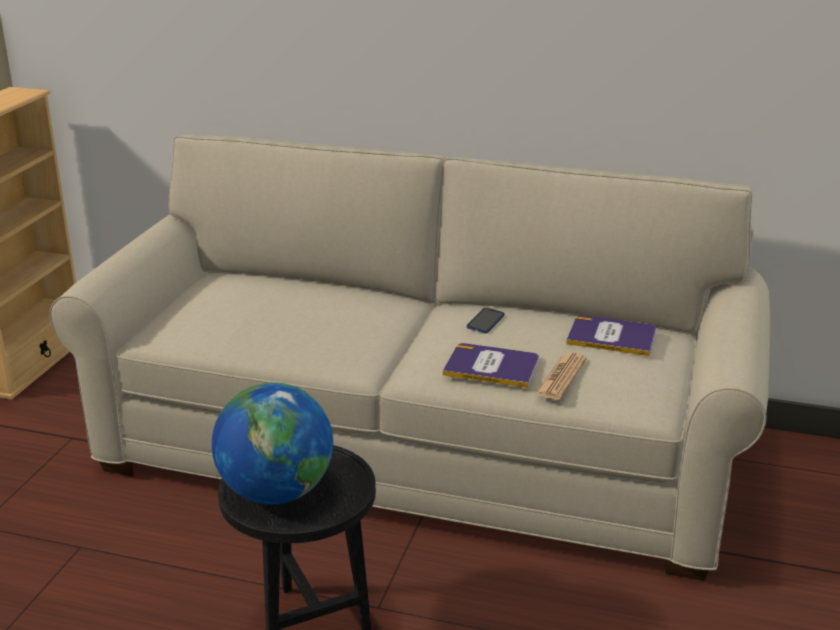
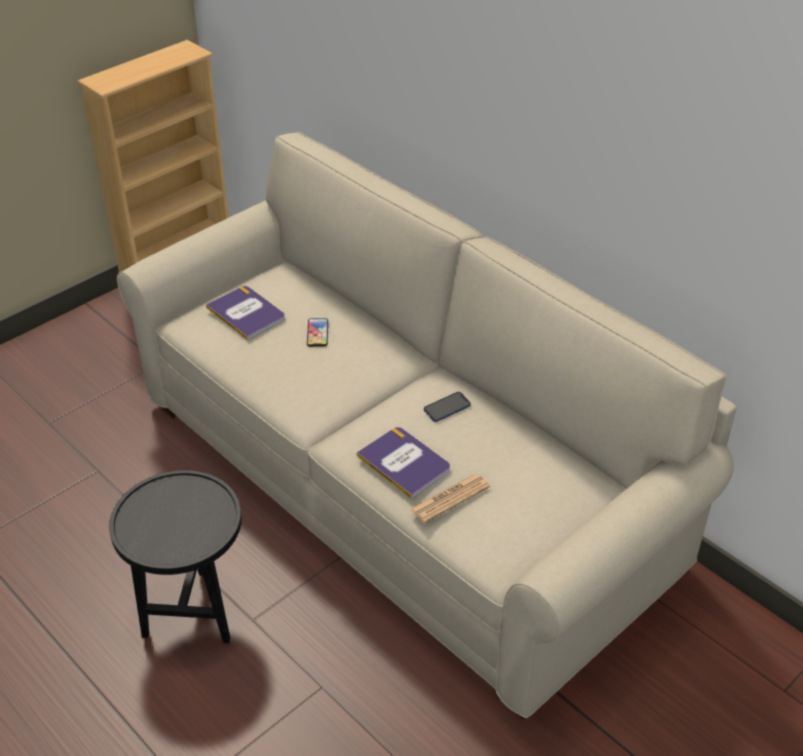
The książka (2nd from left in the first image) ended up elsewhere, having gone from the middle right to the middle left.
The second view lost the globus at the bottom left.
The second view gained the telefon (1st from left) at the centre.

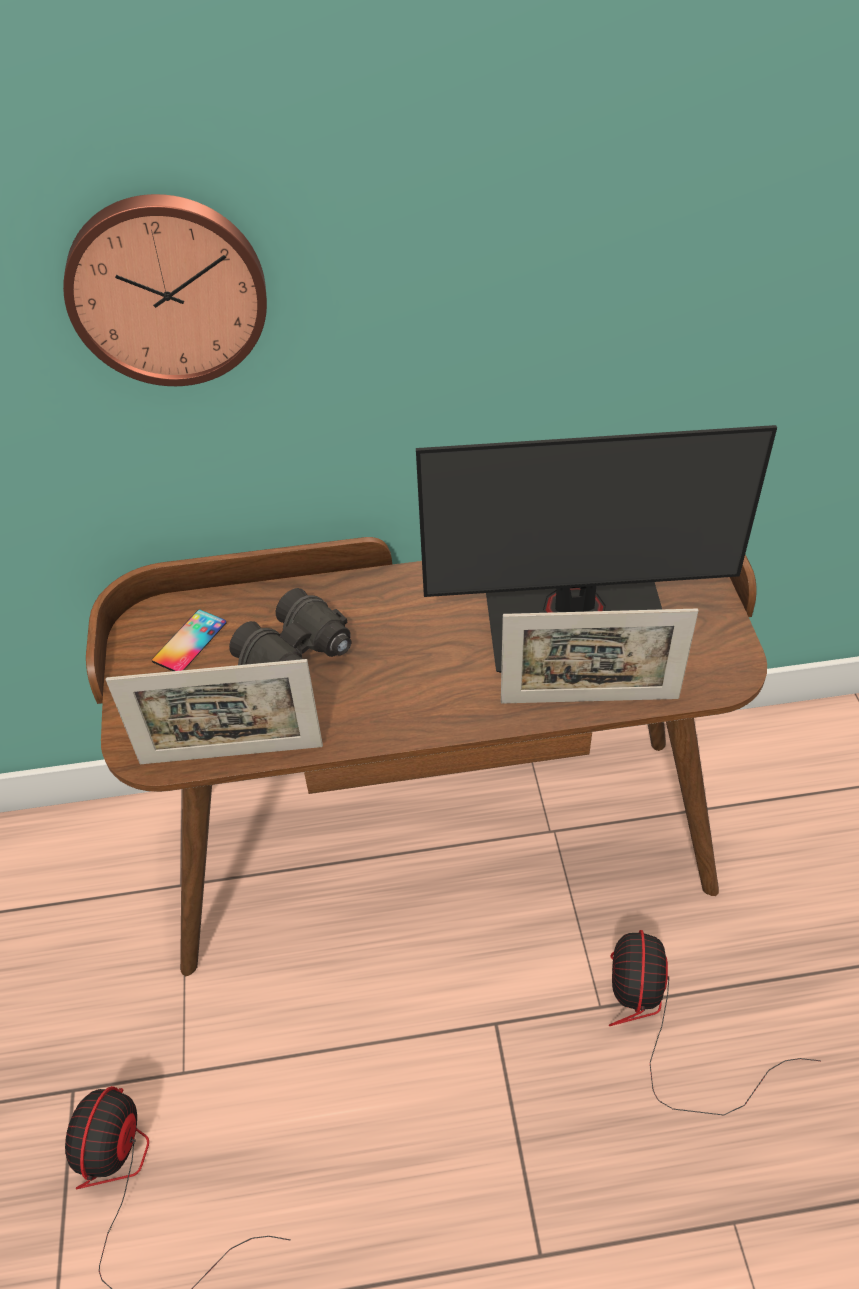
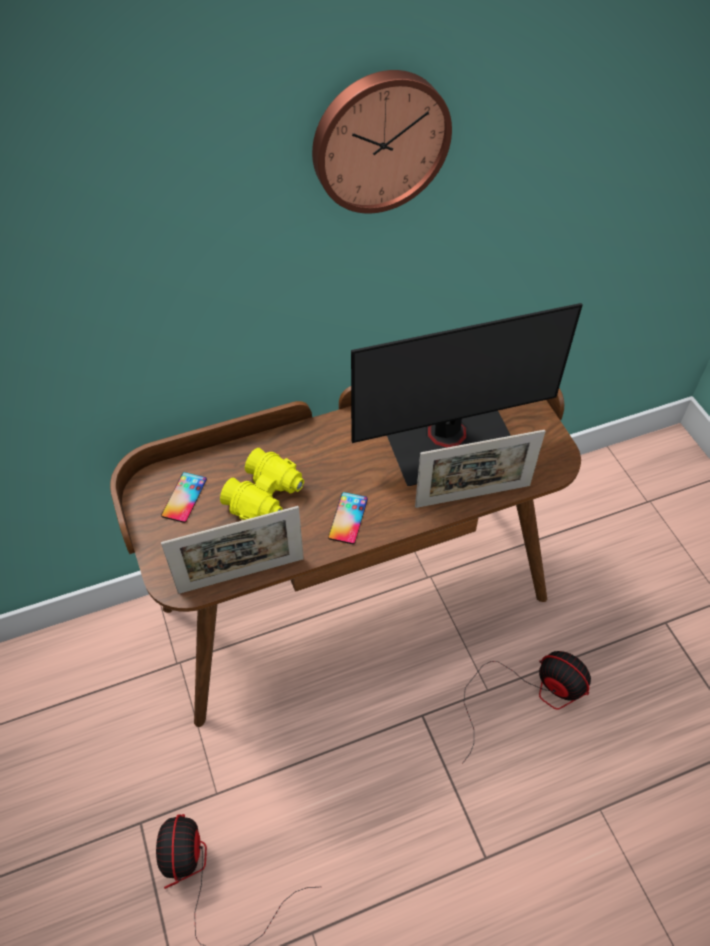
The zegar ścienny ended up elsewhere, having gone from the top left to the top centre.
What was the lornetka (czarny) at the centre turned into the lornetka (żółty) at the centre.
The wentylator (2nd from left) at the bottom right ended up facing another way, 135 degrees clockwise from before.
The second view gained the telefon (2nd from left) at the centre.

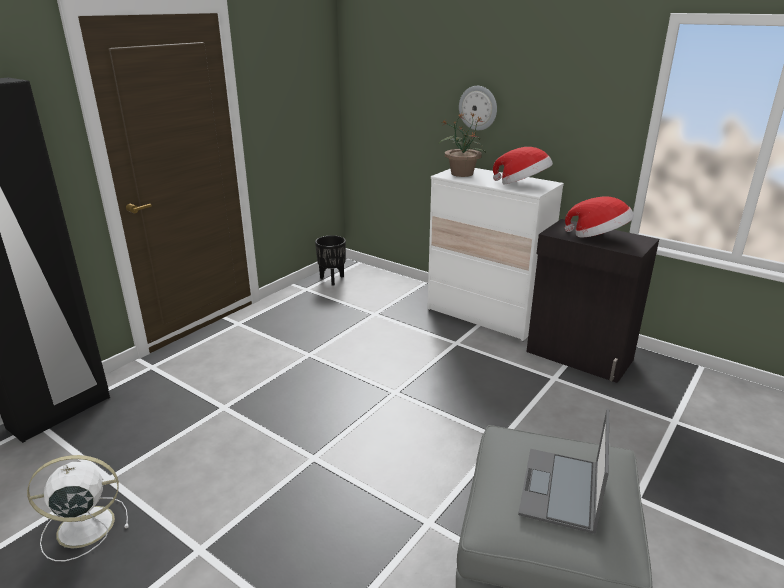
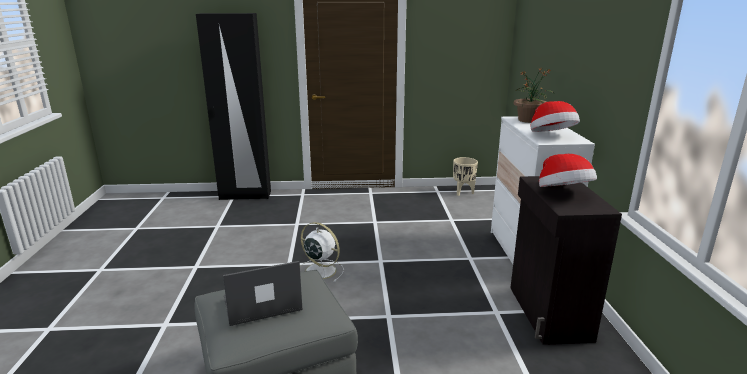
The second view lost the zegar ścienny at the top centre.
What was the donica (czarny) at the centre turned into the donica (beżowy) at the centre.
The wentylator (biały) ended up elsewhere, having gone from the bottom left to the bottom centre.

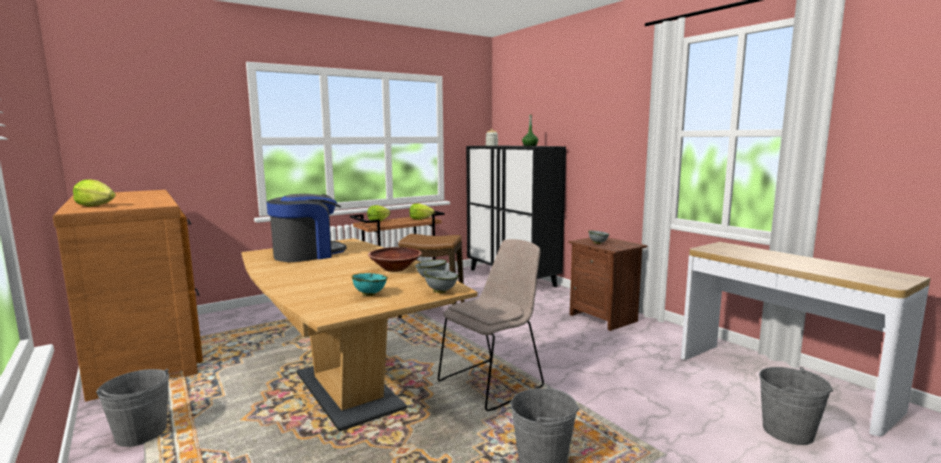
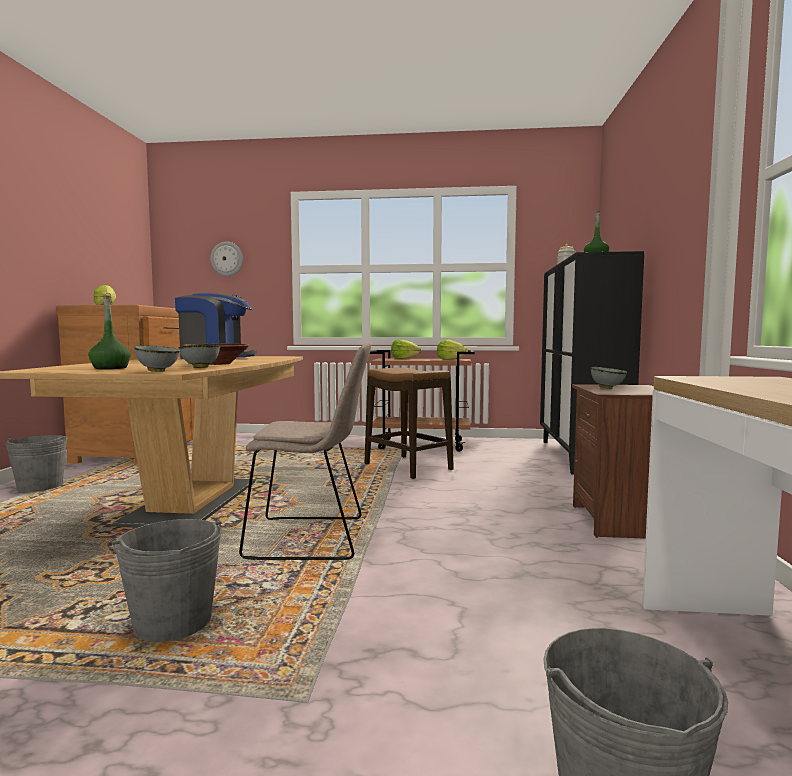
Where the miska (turkusowy) stood at the centre, the butelka (zielony) (1st from left) came to stand at the middle left.
The second view gained the zegar ścienny at the top left.

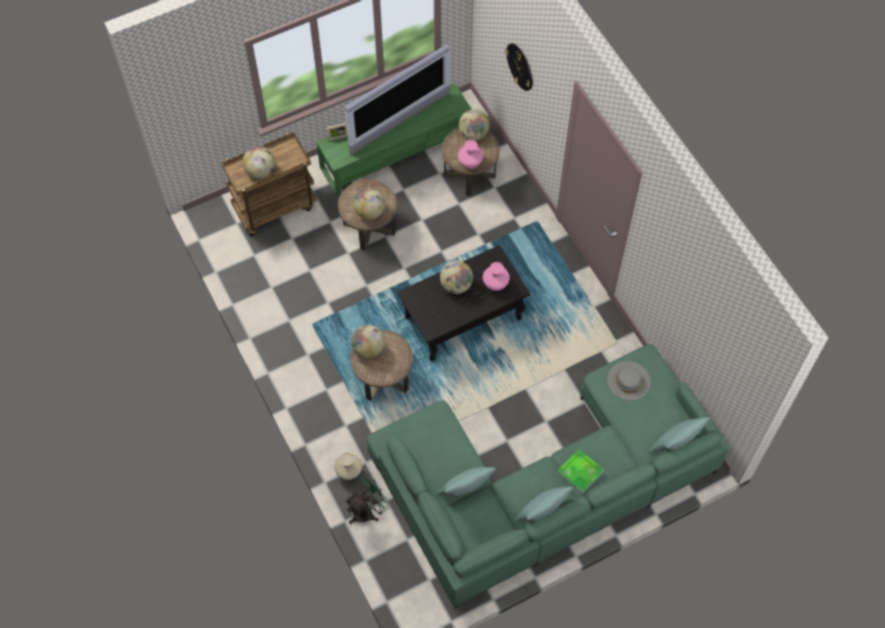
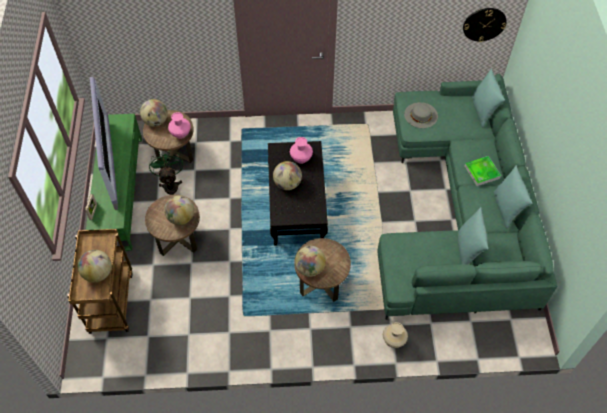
The zegar ścienny ended up elsewhere, having gone from the top centre to the top right.
The wentylator (zielony) ended up elsewhere, having gone from the bottom centre to the middle left.

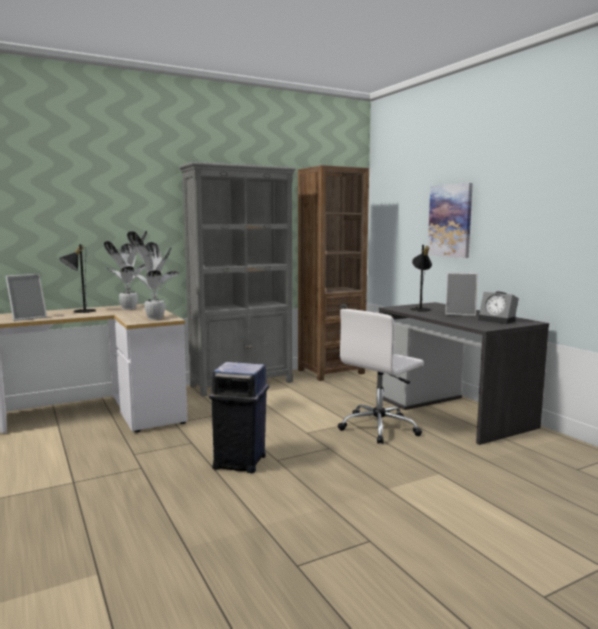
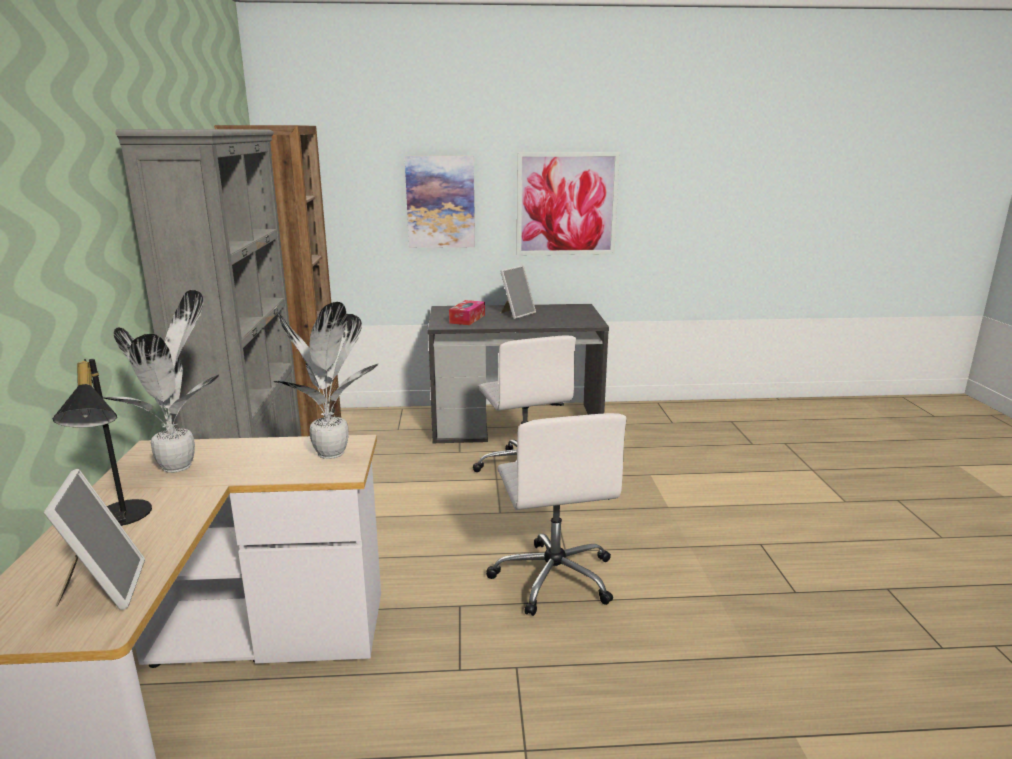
Where the lampa stołowa (czarny) (2nd from left) stood at the middle right, the pudełko chusteczek came to stand at the centre.
The second view lost the budzik at the middle right.
Where the kosz na śmieci (niebieski) stood at the centre, the krzesło biurowe (biały) (2nd from left) came to stand at the bottom centre.
The second view gained the obraz (2nd from left) at the top centre.

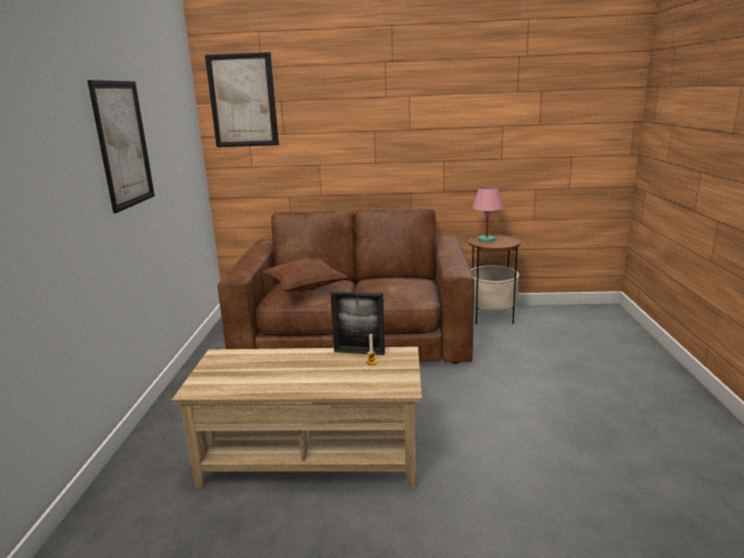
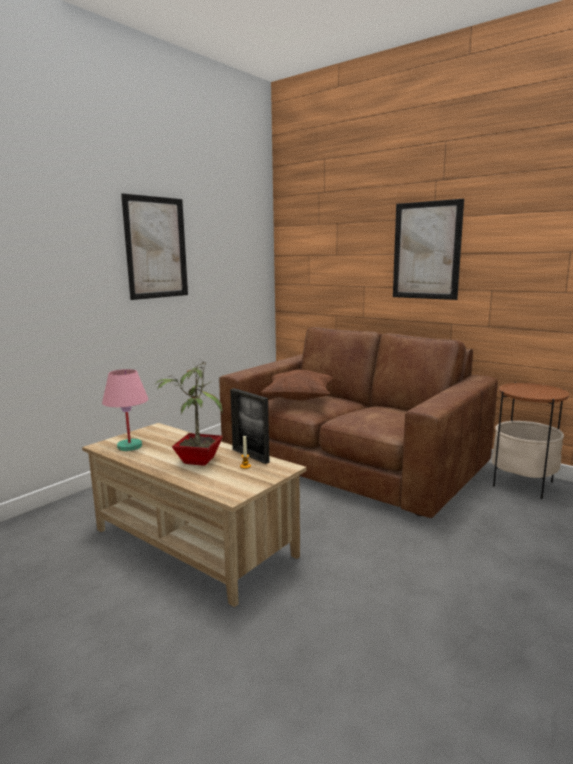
The obraz (2nd from left) ended up elsewhere, having gone from the top left to the top right.
The lampa stołowa (różowy) ended up elsewhere, having gone from the centre to the middle left.
The second view gained the roślina doniczkowa at the middle left.

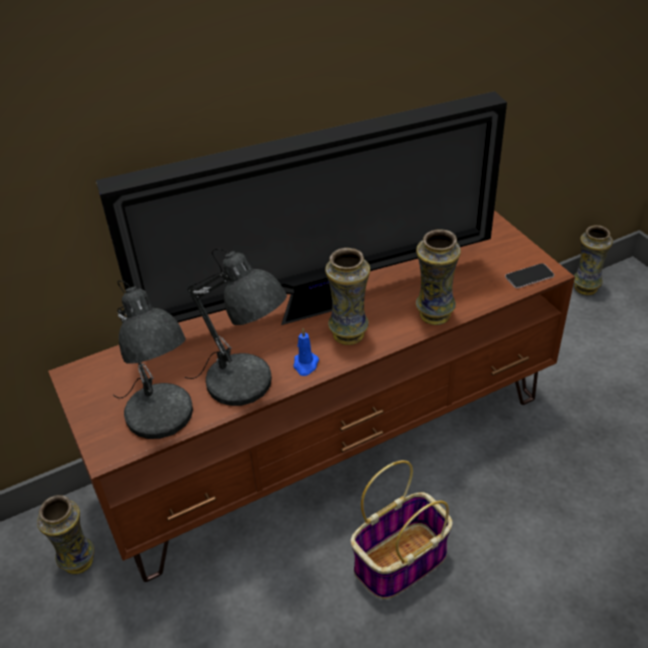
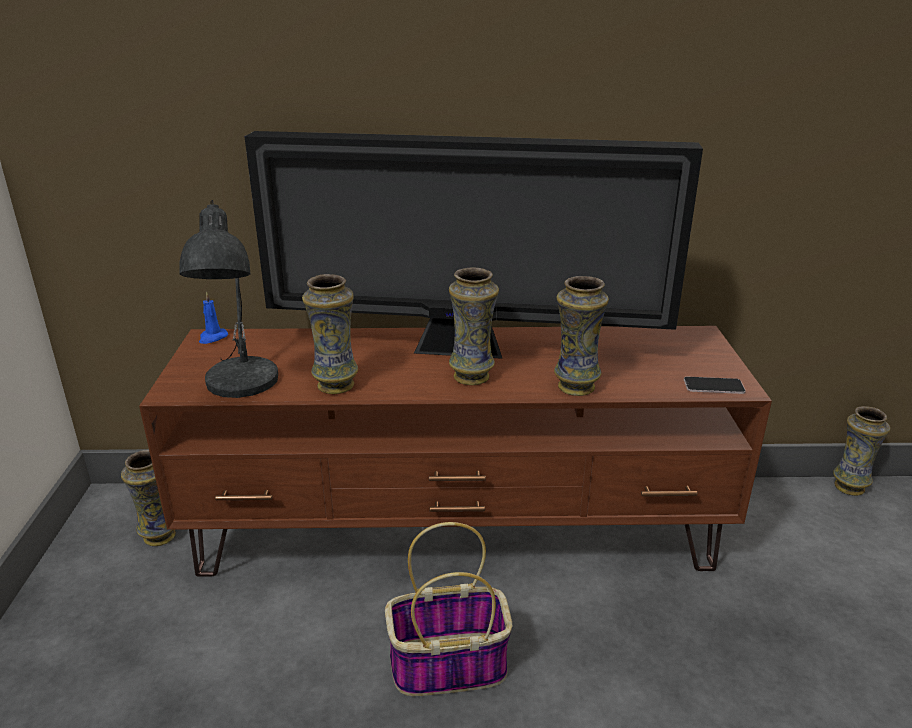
Where the lampa stołowa (szary) (2nd from left) stood at the centre, the wazon (2nd from left) came to stand at the centre.
The świeca (niebieski) ended up elsewhere, having gone from the centre to the middle left.

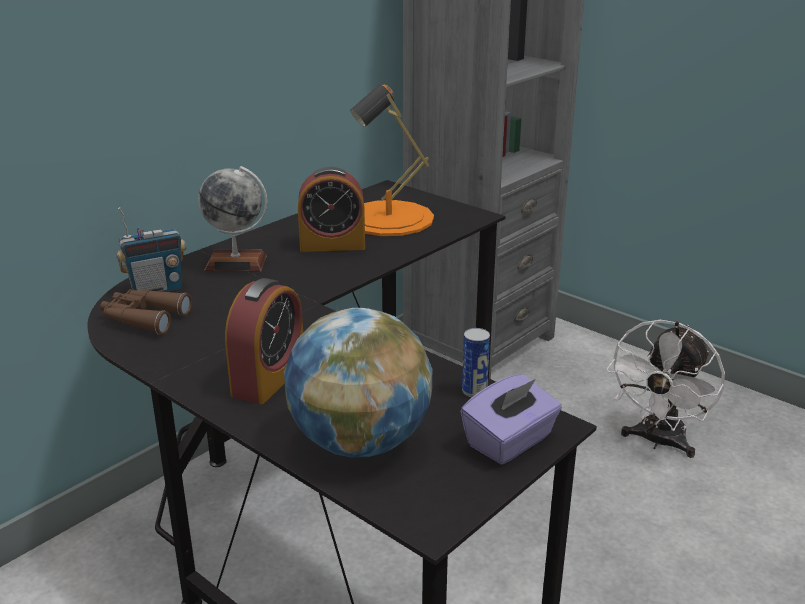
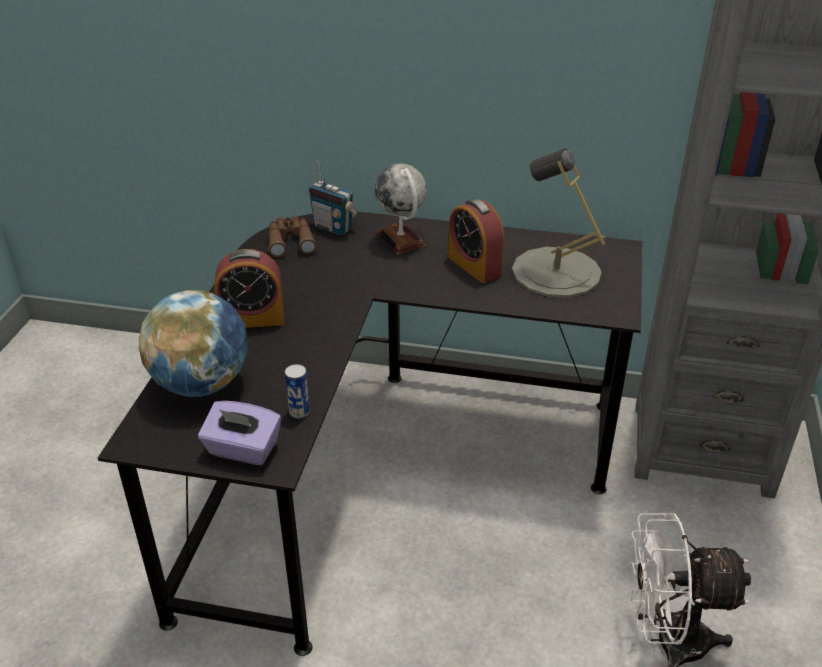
What was the lampa stołowa (pomarańczowy) at the top centre turned into the lampa stołowa (szary) at the middle right.

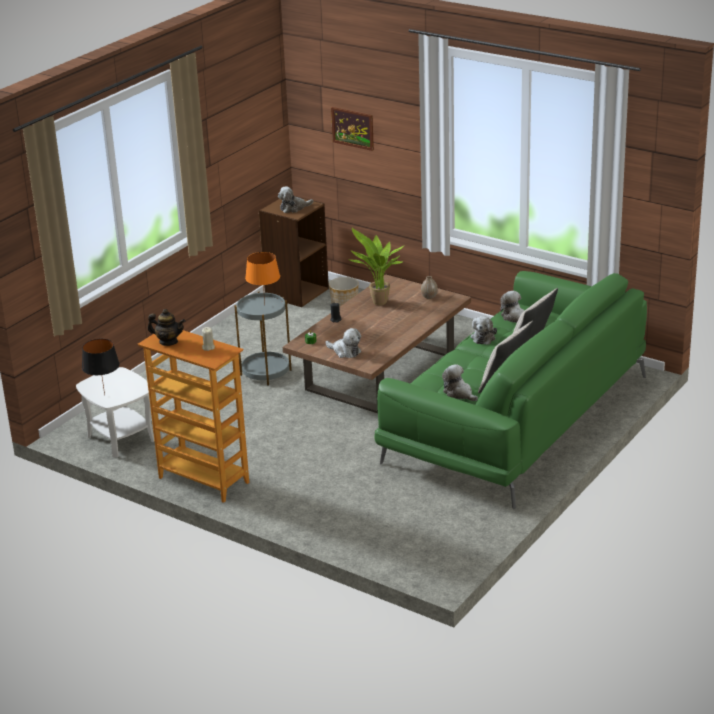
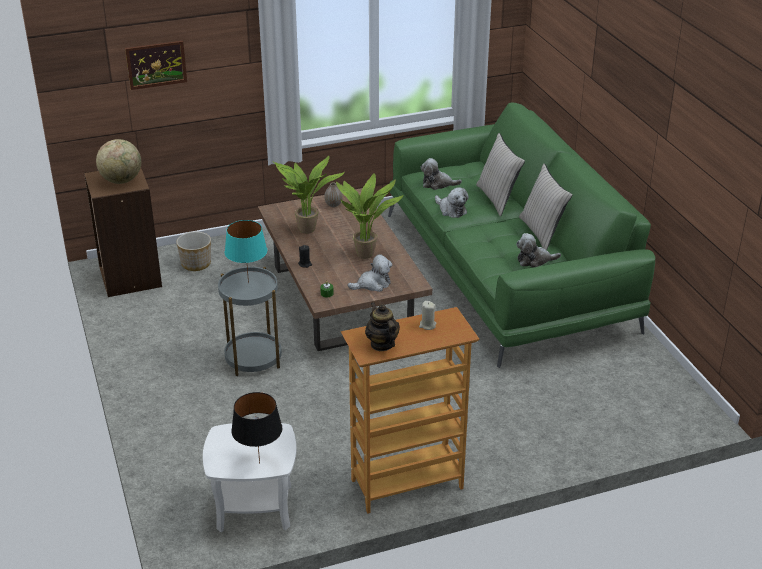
Where the pluszak (1st from left) stood at the top centre, the globus came to stand at the top left.
What was the lampa stołowa (pomarańczowy) at the centre turned into the lampa stołowa (turkusowy) at the middle left.
The imbryk at the middle left ended up facing another way, 75 degrees counterclockwise from before.
The second view gained the roślina doniczkowa (2nd from left) at the centre.

